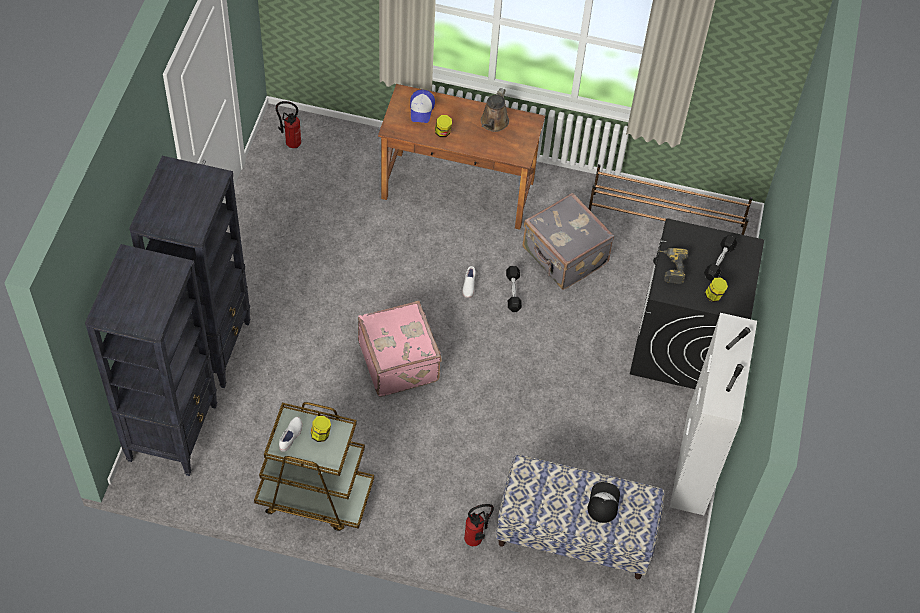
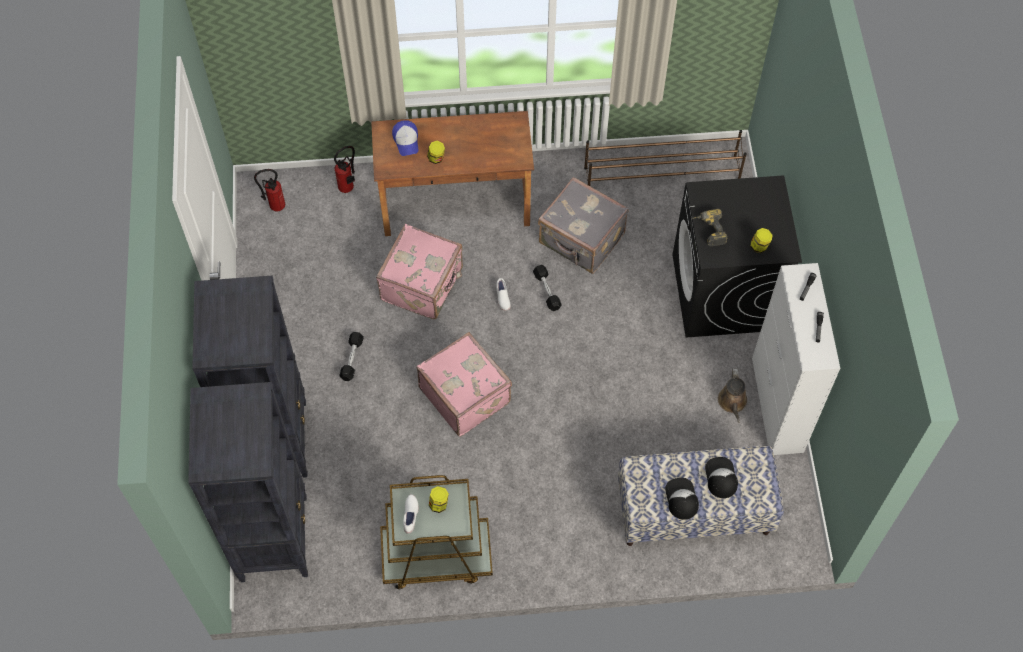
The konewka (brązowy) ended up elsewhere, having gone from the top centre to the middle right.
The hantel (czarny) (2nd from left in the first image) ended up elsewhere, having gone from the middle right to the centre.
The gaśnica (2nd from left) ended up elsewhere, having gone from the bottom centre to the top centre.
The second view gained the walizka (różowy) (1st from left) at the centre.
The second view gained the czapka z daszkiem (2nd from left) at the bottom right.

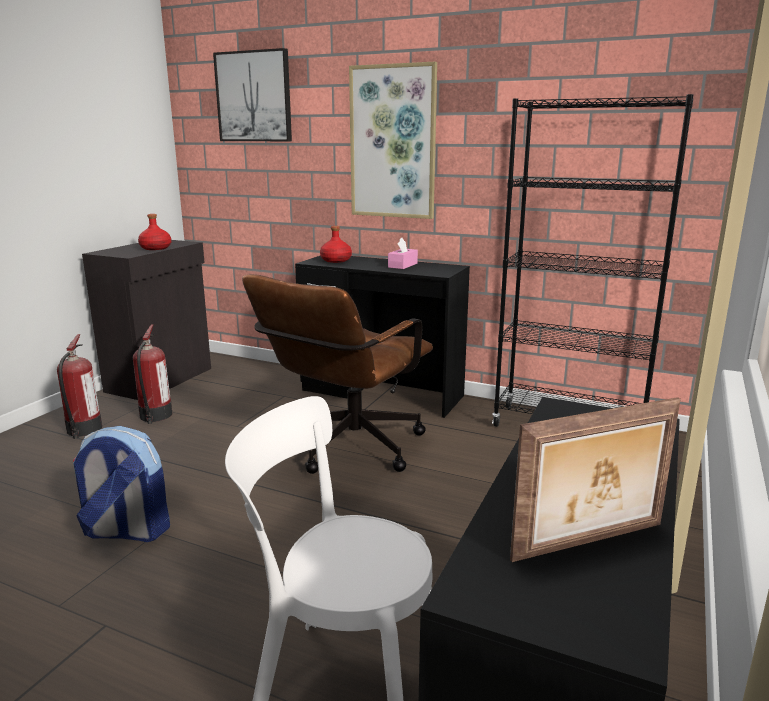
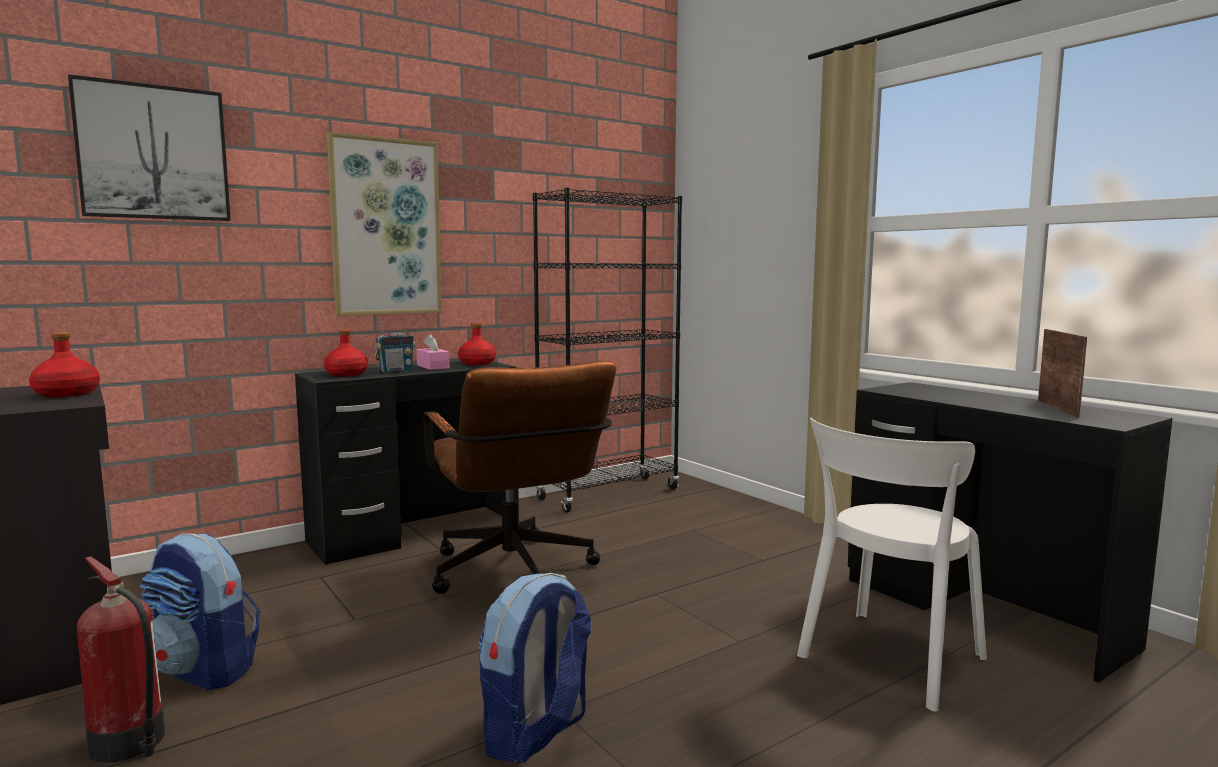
Where the gaśnica (2nd from left) stood at the middle left, the plecak (1st from left) came to stand at the bottom left.
The second view gained the radio at the middle left.
The second view gained the butelka (czerwony) (3rd from left) at the centre.

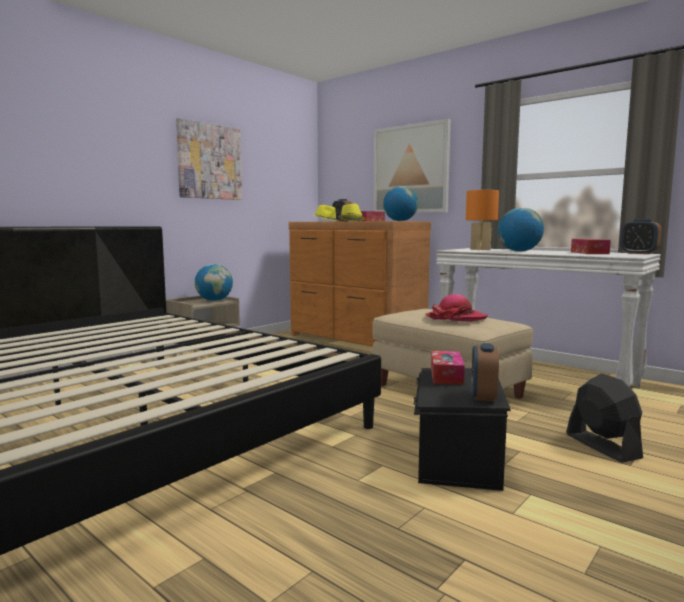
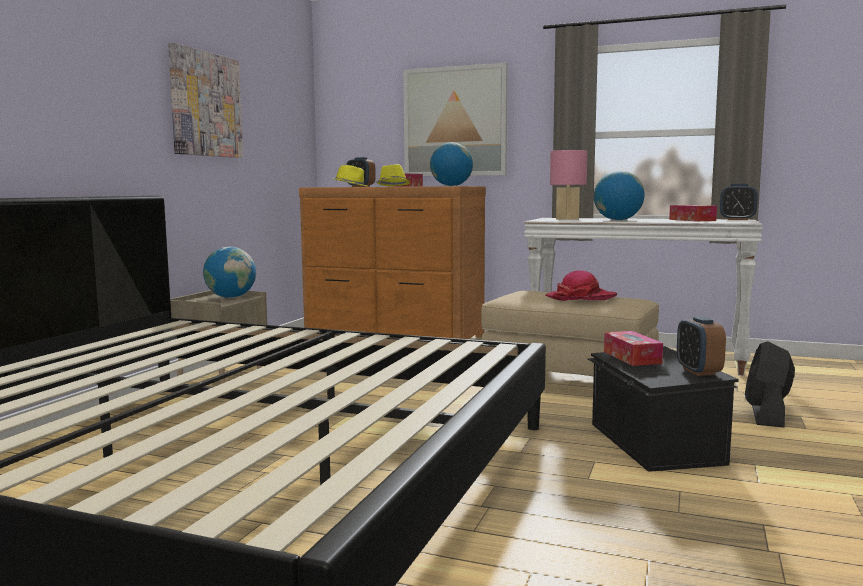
What was the lampa stołowa (pomarańczowy) at the middle right turned into the lampa stołowa (różowy) at the top centre.
The wentylator (czarny) at the bottom right ended up facing another way, 120 degrees counterclockwise from before.

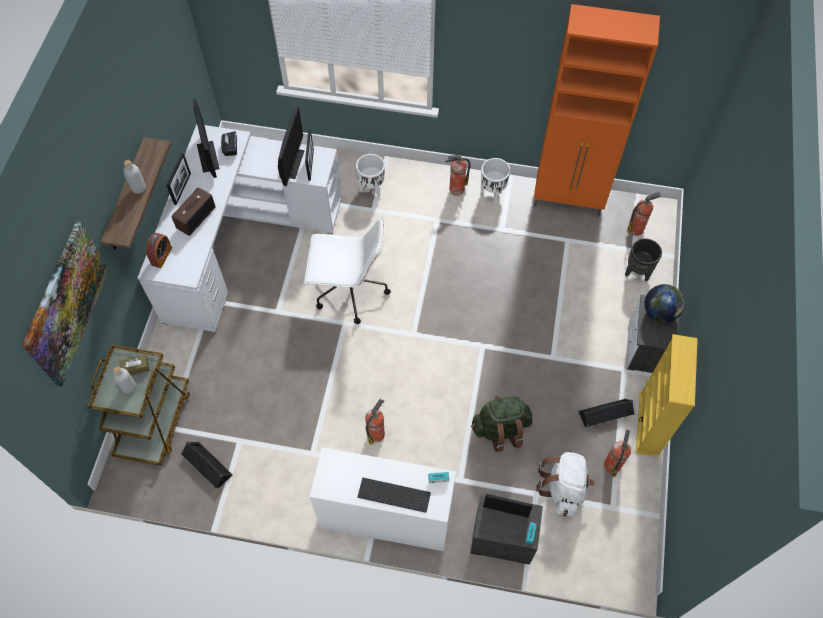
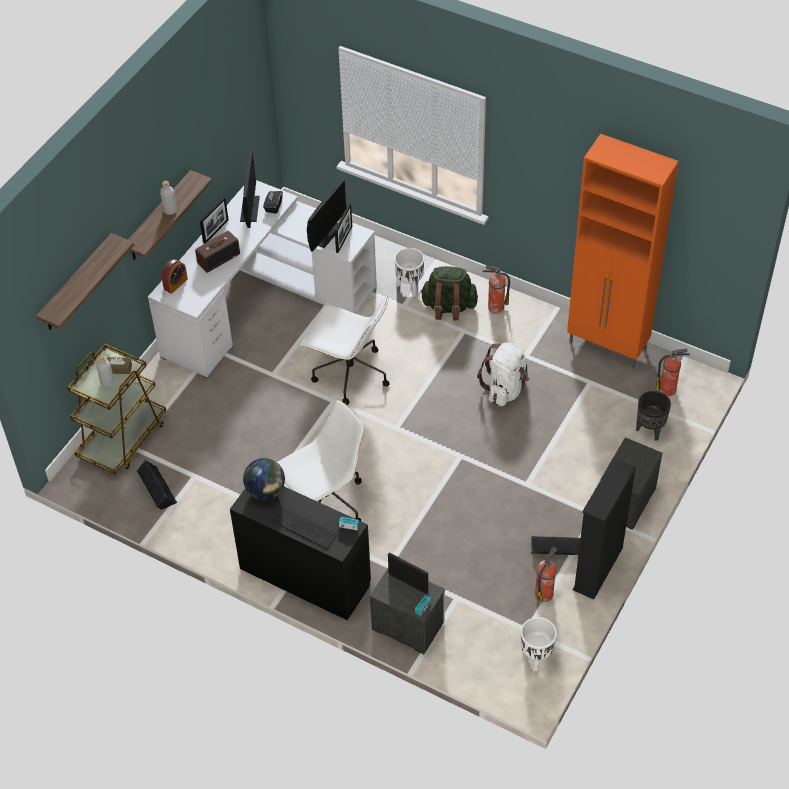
The donica (biały) (2nd from left) ended up elsewhere, having gone from the top centre to the bottom right.
Where the obraz hung at the middle left, the półka (1st from left) came to hang at the middle left.
The globus ended up elsewhere, having gone from the middle right to the centre.
What was the regał (żółty) at the middle right turned into the regał (czarny) at the bottom right.
The plecak (zielony) ended up elsewhere, having gone from the bottom centre to the centre.
Where the gaśnica (1st from left) stood at the bottom centre, the krzesło biurowe (biały) (1st from left) came to stand at the centre.
What was the biurko (biały) (2nd from left) at the bottom centre turned into the biurko (czarny) at the bottom centre.
The plecak (biały) ended up elsewhere, having gone from the bottom right to the centre.

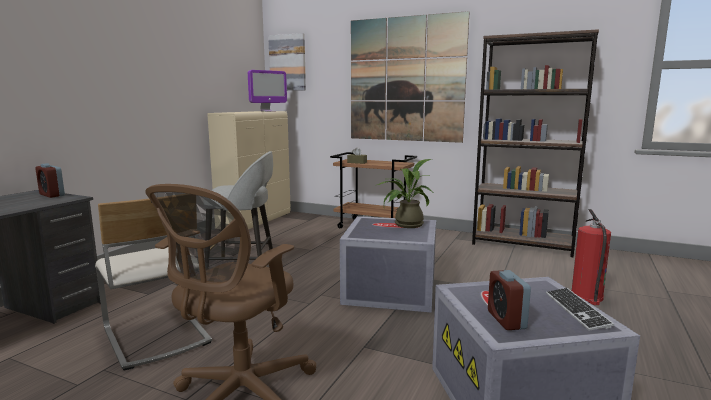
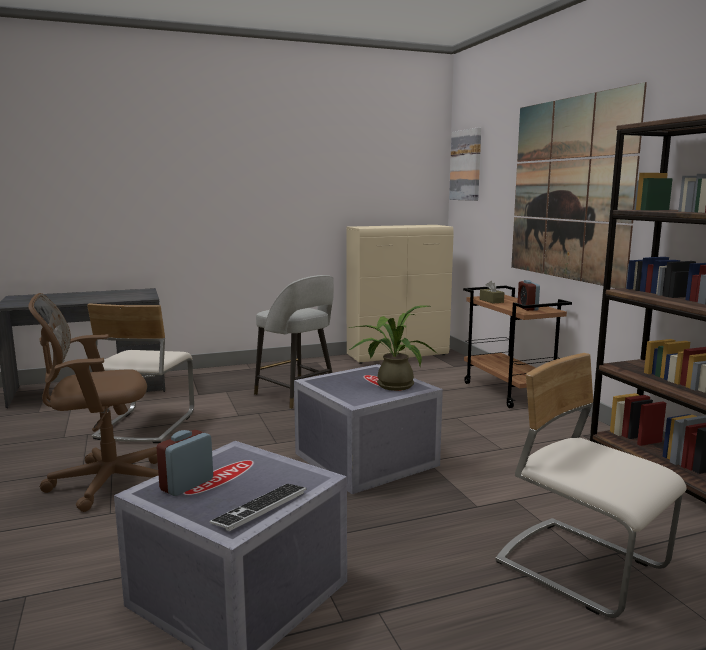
The second view lost the monitor at the top centre.
The budzik (1st from left in the first image) ended up elsewhere, having gone from the middle left to the middle right.
Where the gaśnica stood at the middle right, the krzesło (beżowy) (2nd from left) came to stand at the bottom right.

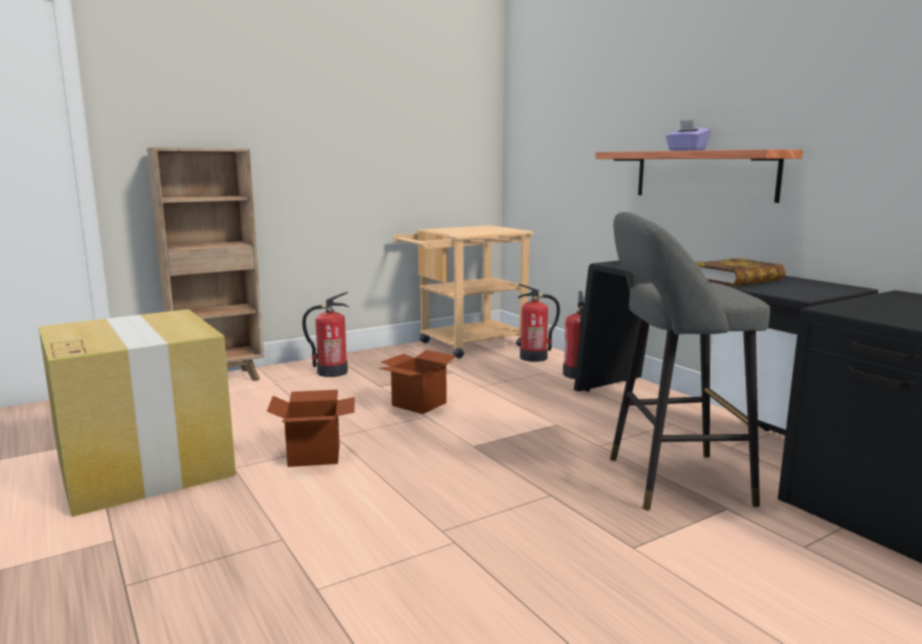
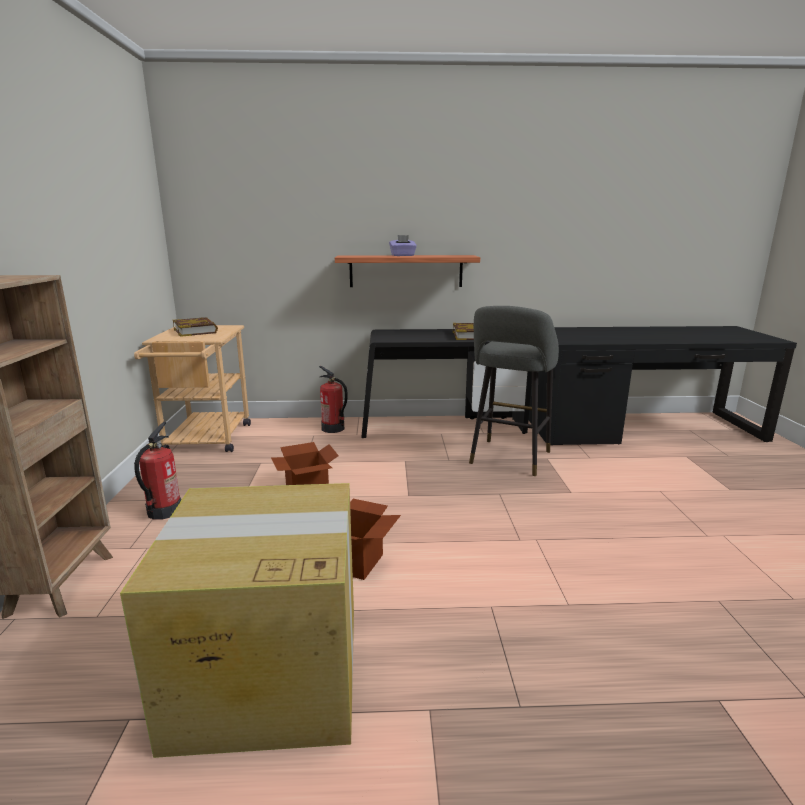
The second view lost the gaśnica (2nd from left) at the centre.
The second view gained the książka (1st from left) at the middle left.

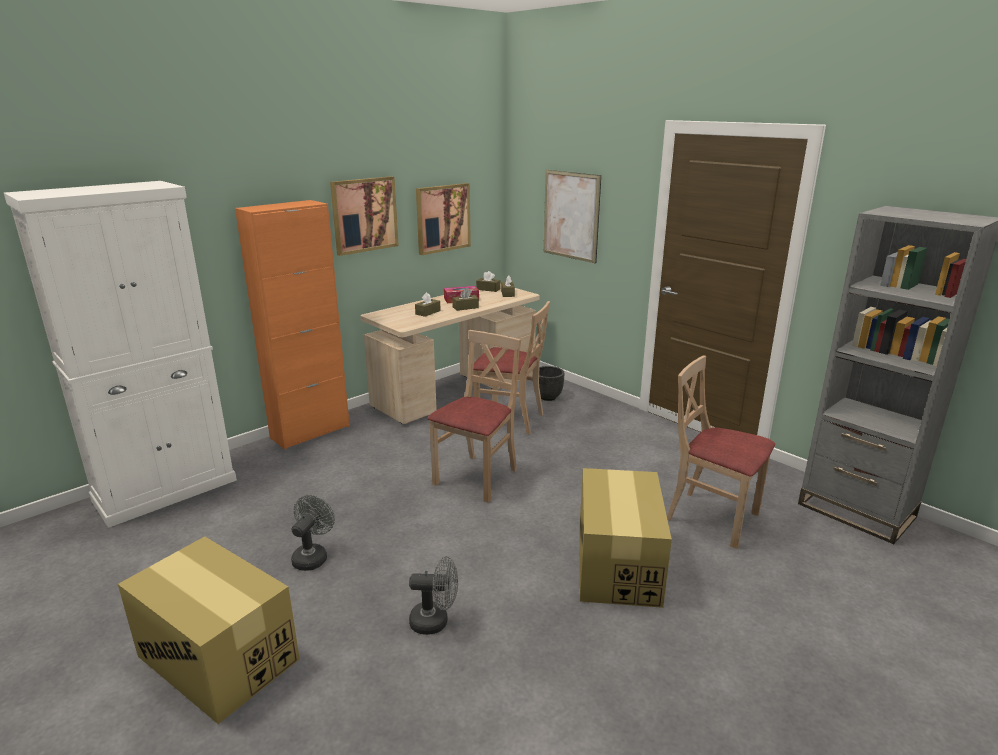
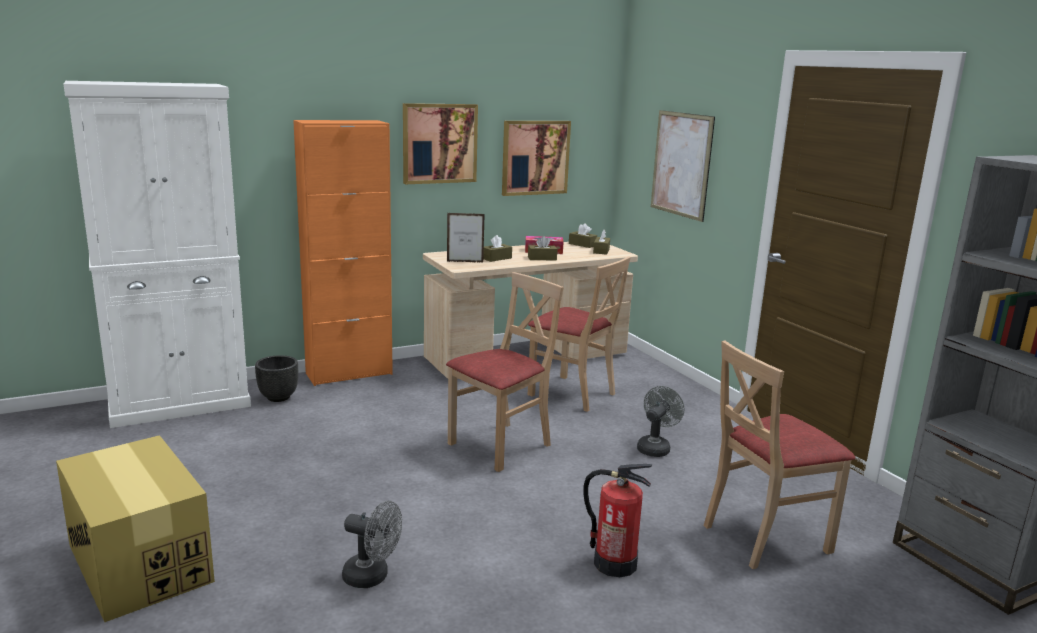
The krzesło (beżowy) (3rd from left) at the middle right ended up facing another way, 75 degrees counterclockwise from before.
The donica (czarny) ended up elsewhere, having gone from the centre to the middle left.
Where the karton (2nd from left) stood at the bottom centre, the gaśnica came to stand at the bottom centre.
The wentylator (szary) (1st from left in the first image) ended up elsewhere, having gone from the bottom left to the centre.
The second view gained the ramka na zdjęcie at the centre.

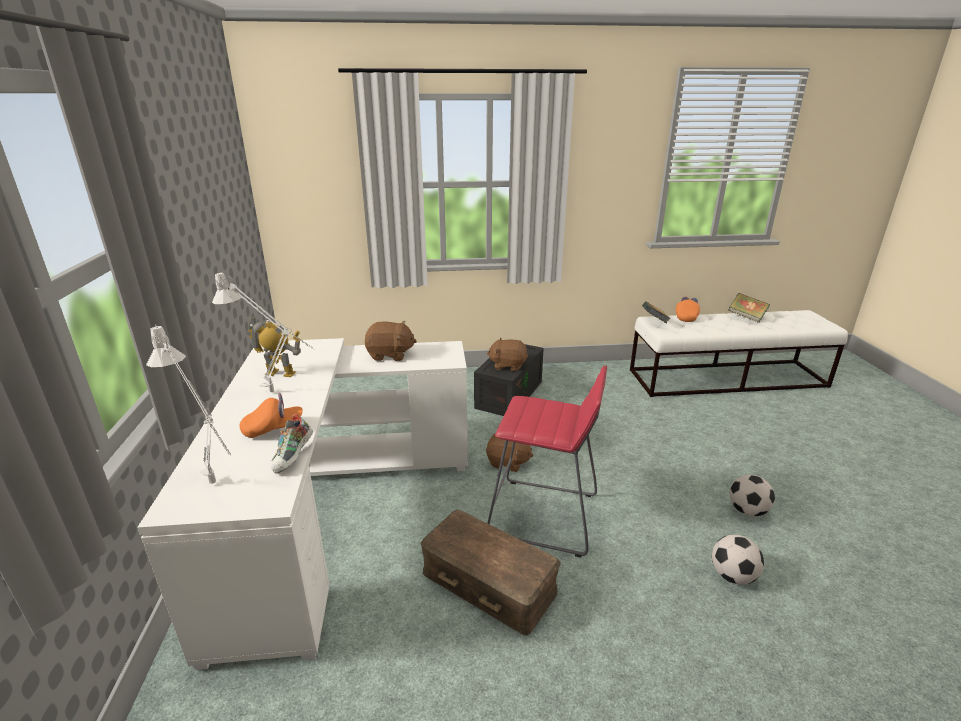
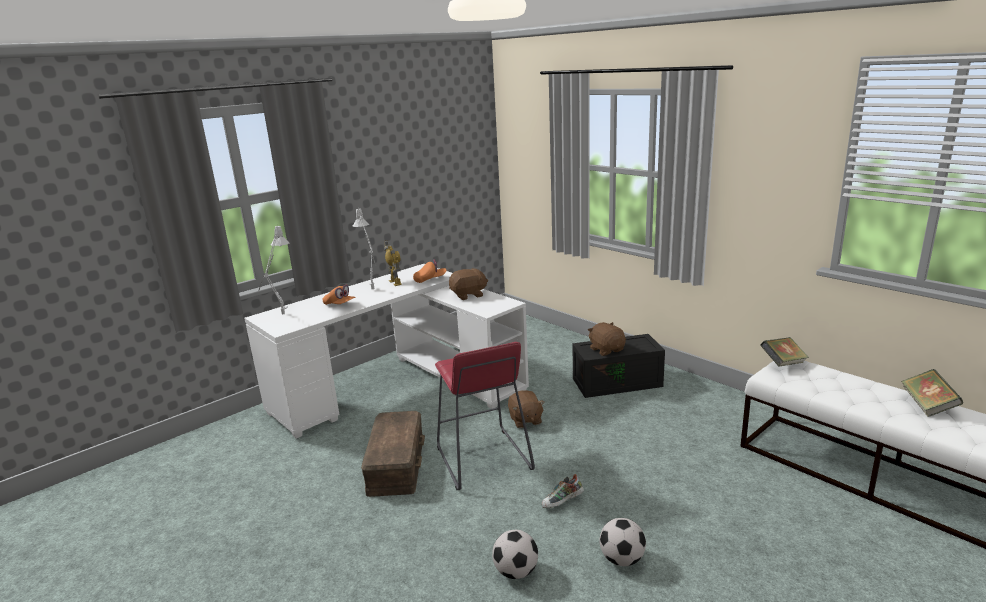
The czapka z daszkiem (pomarańczowy) (2nd from left) ended up elsewhere, having gone from the middle right to the centre.
The pluszak (brązowy) (1st from left) at the centre ended up facing another way, 75 degrees counterclockwise from before.
The but ended up elsewhere, having gone from the middle left to the bottom centre.

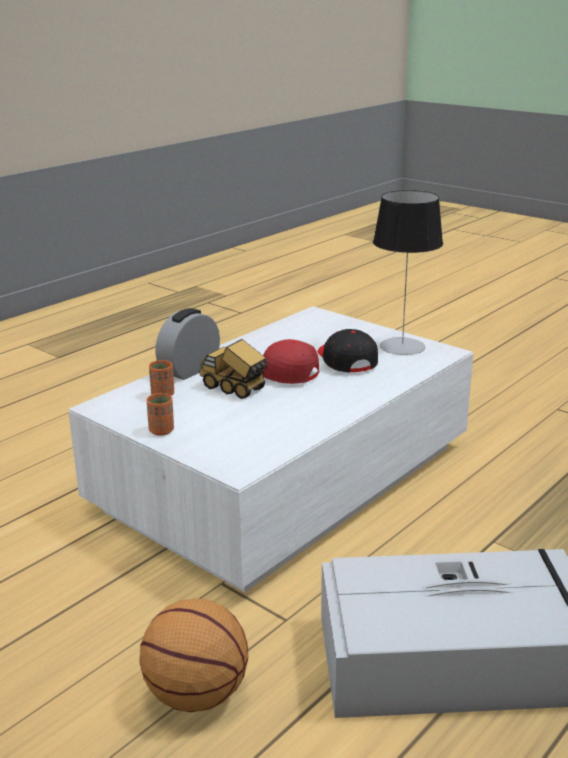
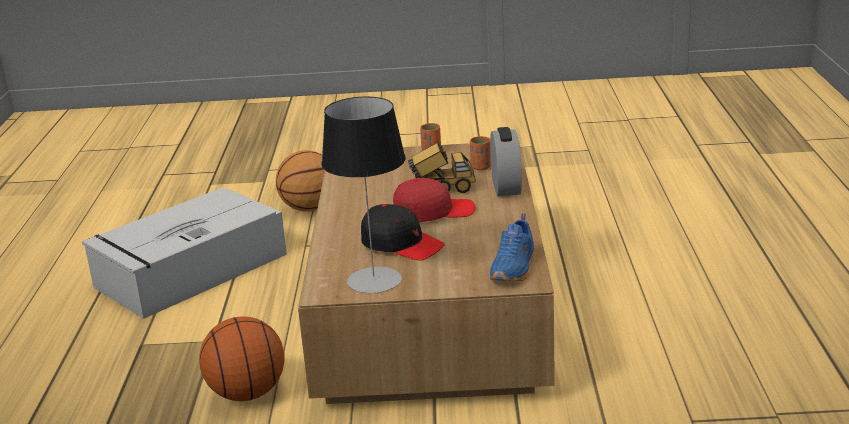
What was the ława (biały) at the centre turned into the ława (brązowy) at the centre.
The second view gained the but (niebieski) at the centre.
The second view gained the piłka do koszykówki (1st from left) at the bottom left.

